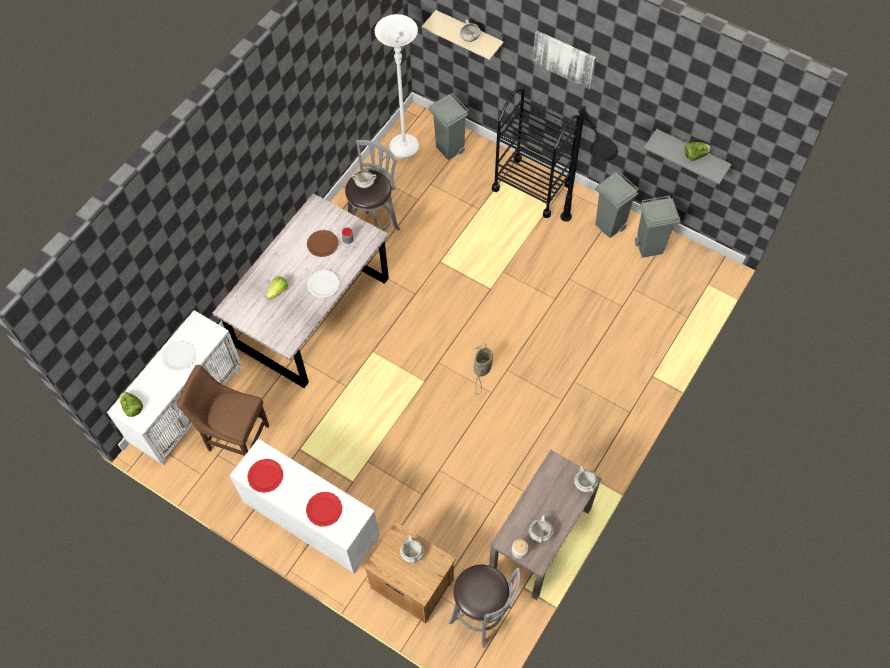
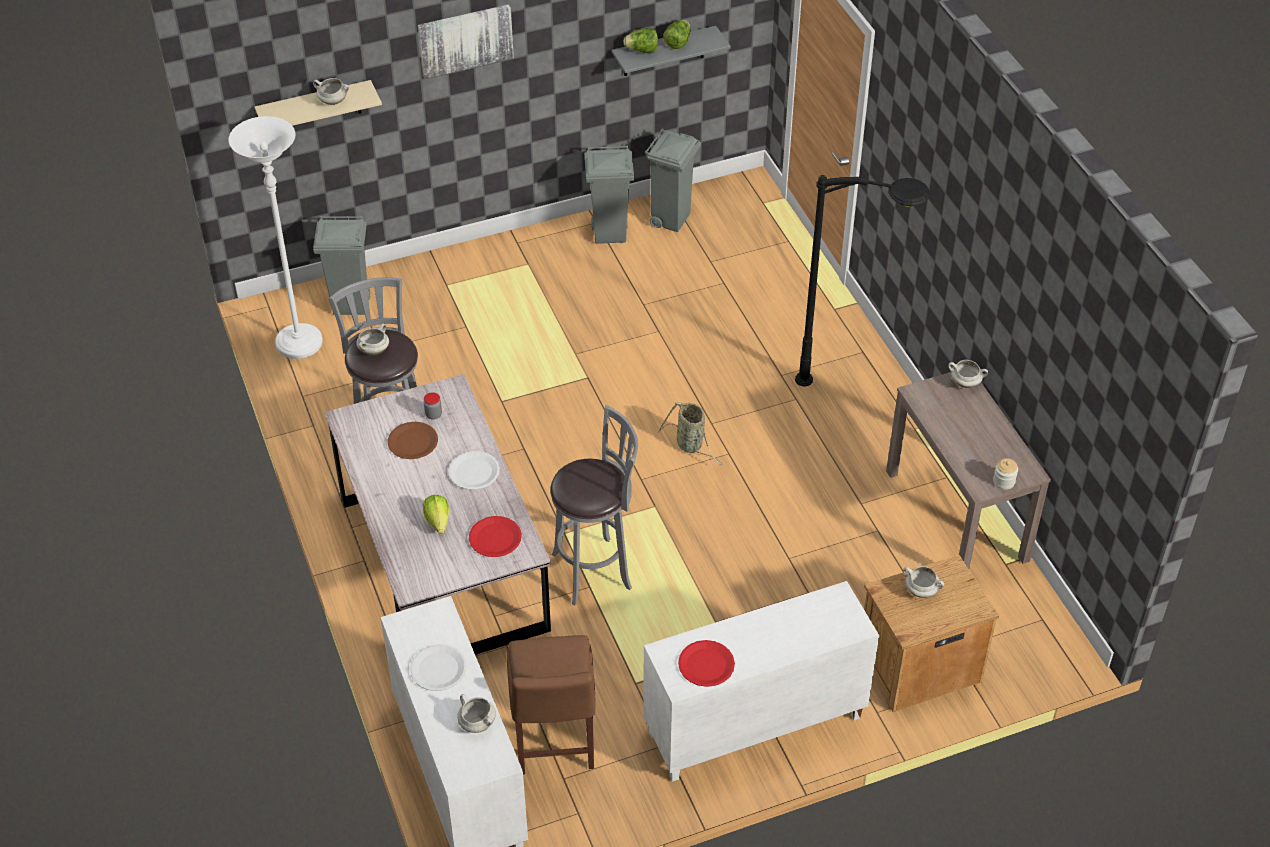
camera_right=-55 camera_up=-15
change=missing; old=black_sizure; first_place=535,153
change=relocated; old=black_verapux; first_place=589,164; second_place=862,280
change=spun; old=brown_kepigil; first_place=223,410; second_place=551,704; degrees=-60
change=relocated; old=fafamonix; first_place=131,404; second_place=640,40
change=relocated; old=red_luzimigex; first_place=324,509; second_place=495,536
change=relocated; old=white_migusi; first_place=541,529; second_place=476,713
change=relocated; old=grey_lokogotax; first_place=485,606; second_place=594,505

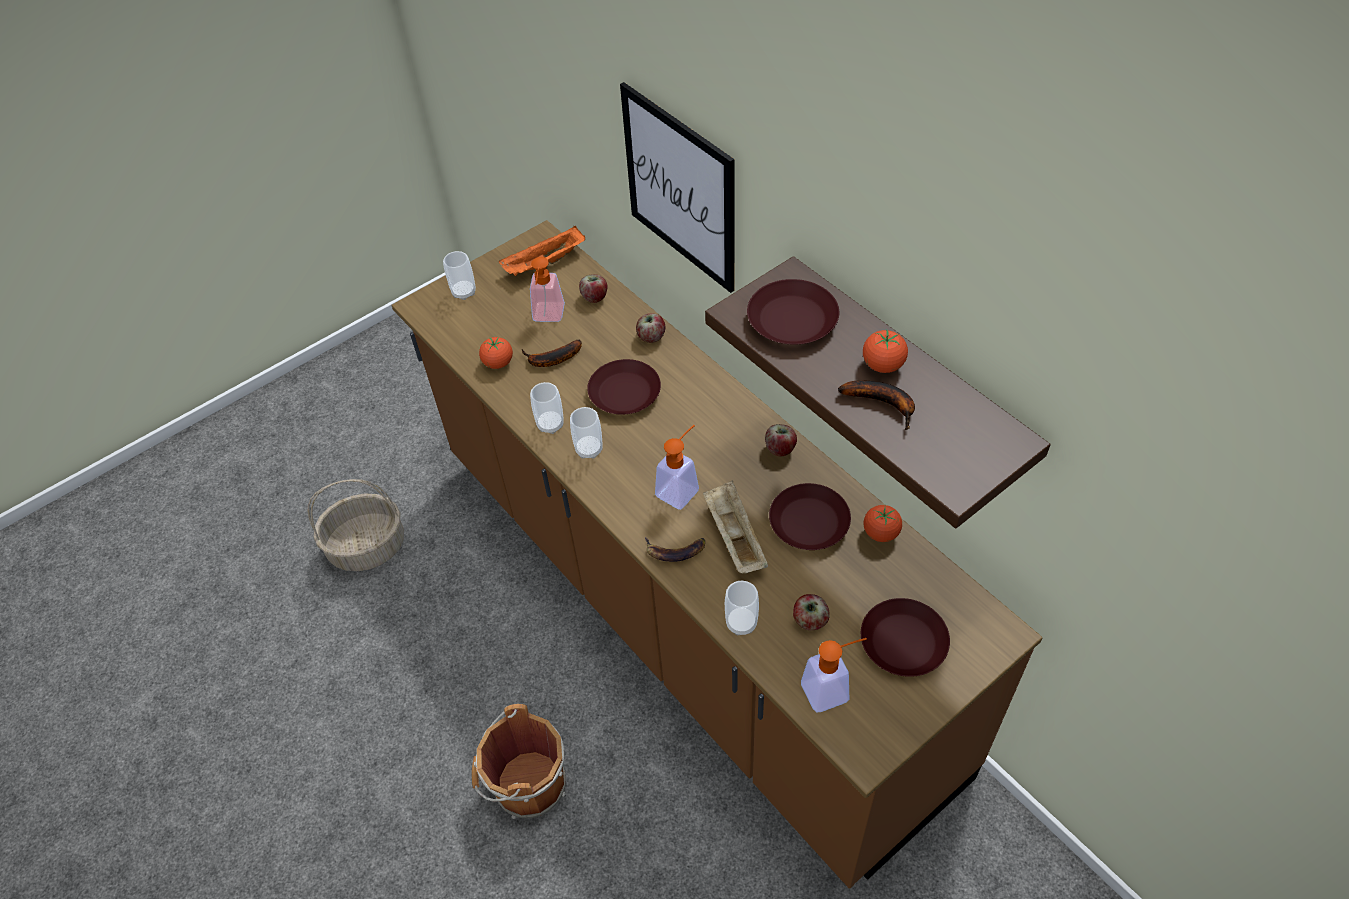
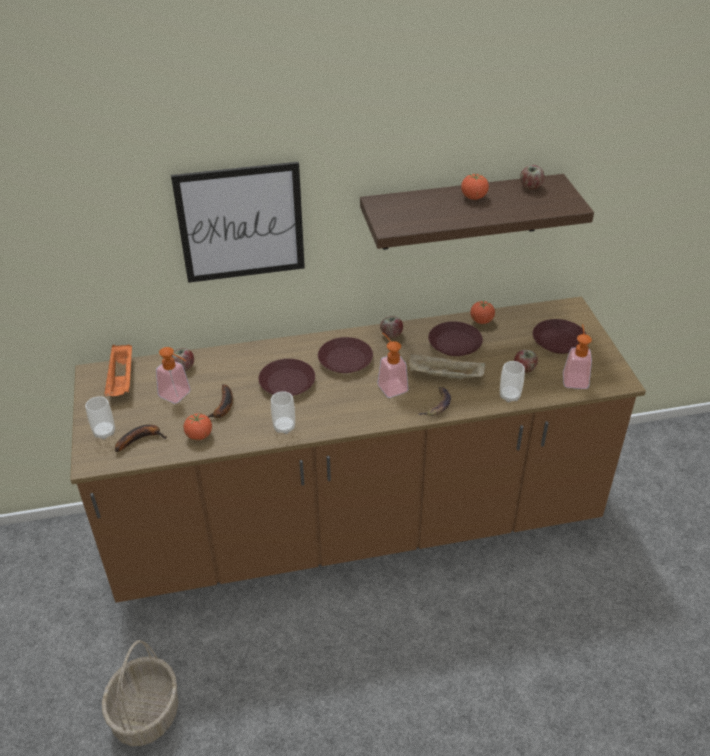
camera_right=-65 camera_up=-10
change=relocated; old=brown_luzimigex; first_place=793,312; second_place=345,355
change=relocated; old=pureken; first_place=650,328; second_place=532,177
change=relocated; old=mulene; first_place=876,405; second_place=141,438
change=missing; old=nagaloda; first_place=586,432
change=missing; old=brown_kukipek; first_place=519,761

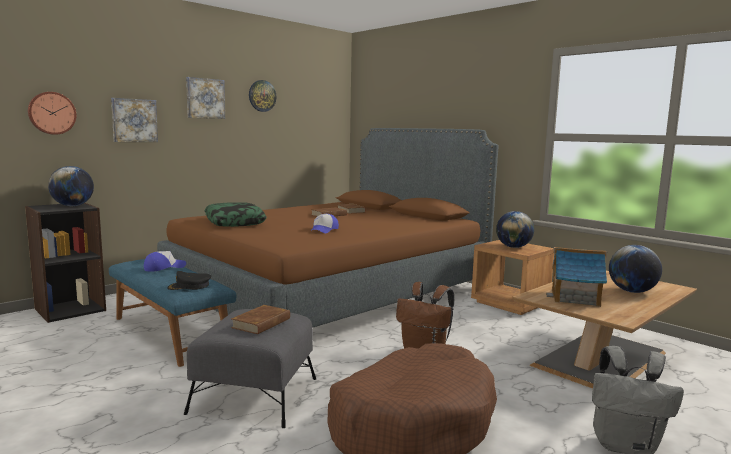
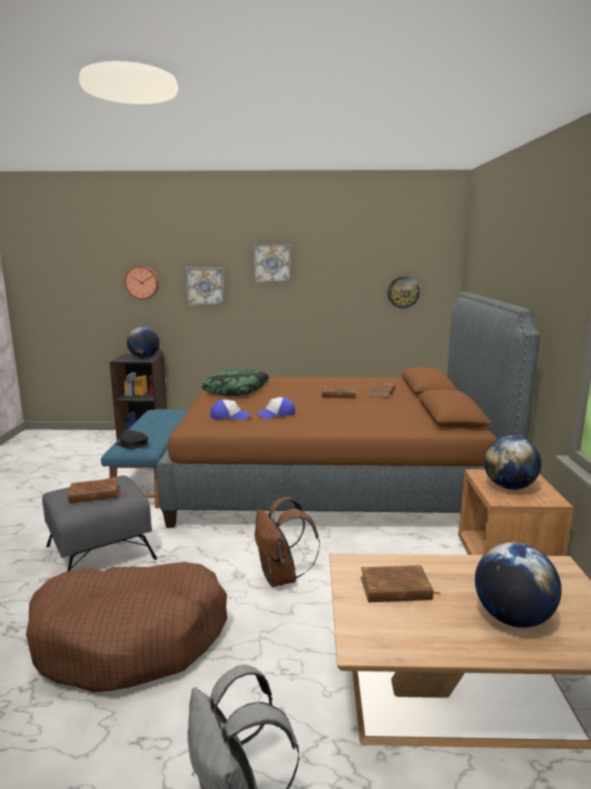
camera_right=45 camera_up=5
change=relocated; old=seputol; first_place=262,96; second_place=403,292
change=exchanged; old=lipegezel; new=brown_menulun; first_place=576,277; second_place=401,583
change=relocated; old=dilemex; first_place=165,261; second_place=230,410

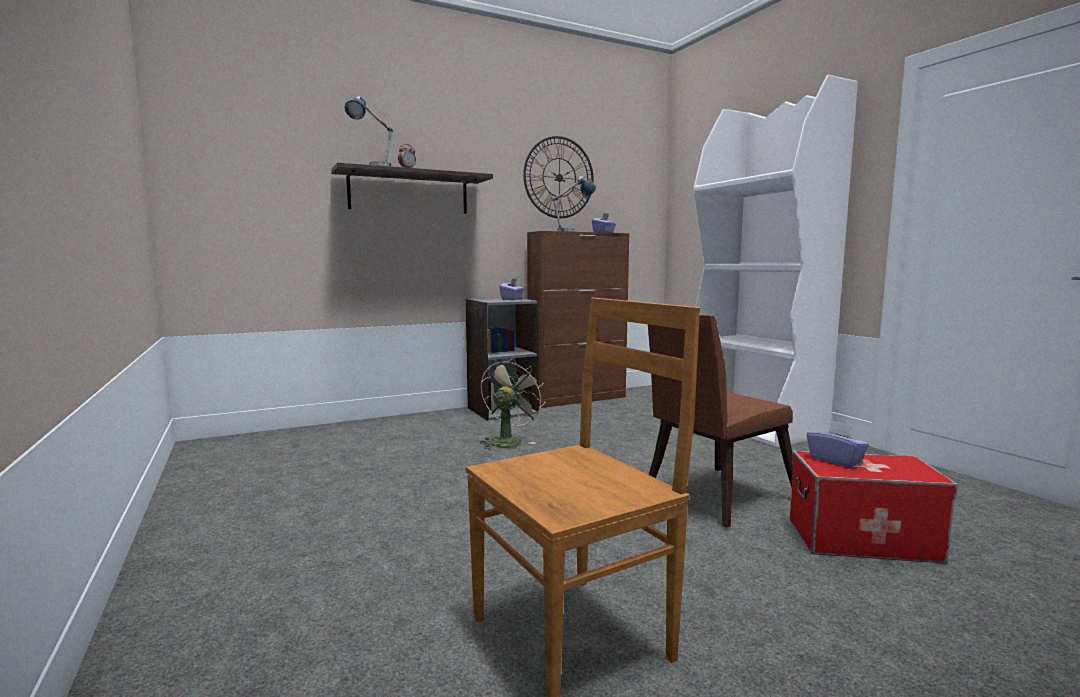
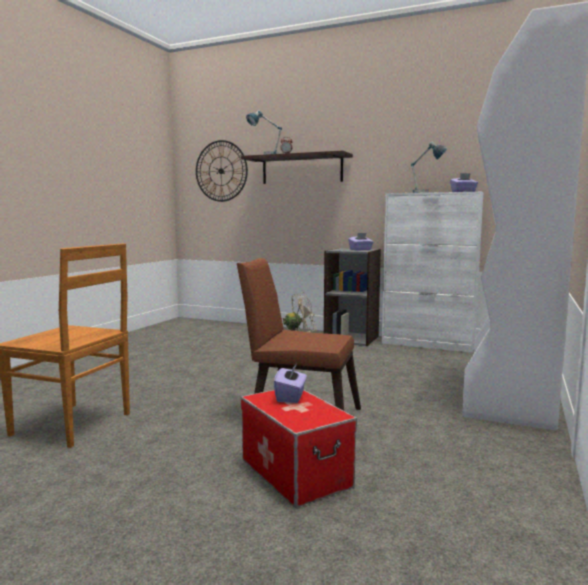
camera_right=50 camera_up=0
change=relocated; old=seputol; first_place=558,177; second_place=222,171
change=colour; old=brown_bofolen; new=white_bofolen; first_place=578,319; second_place=432,272

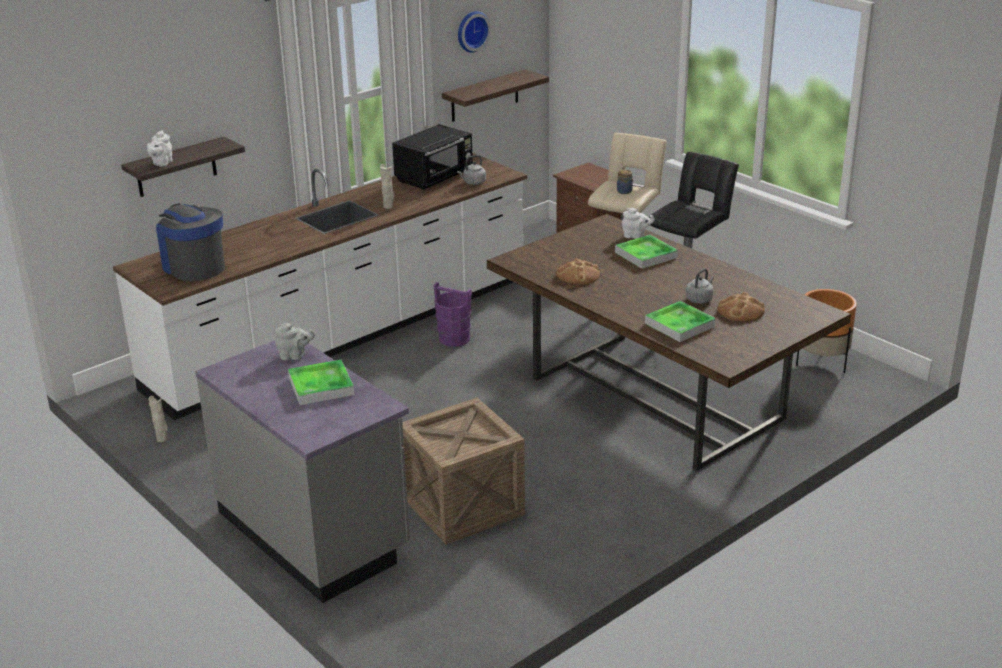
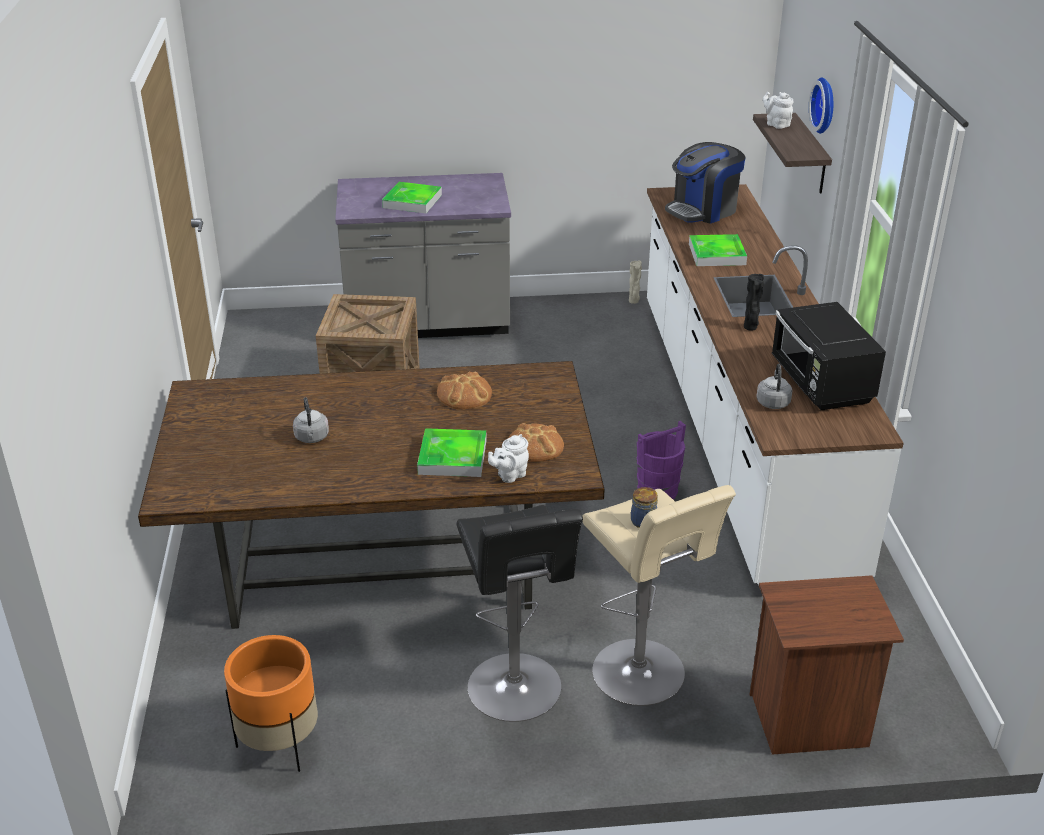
camera_right=125 camera_up=5
change=relocated; old=seputol; first_place=474,32; second_place=821,105
change=missing; old=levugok; first_place=495,95
change=colour; old=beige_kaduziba; new=black_kaduziba; first_place=387,186; second_place=754,302
change=spun; old=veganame; first_place=190,242; second_place=705,183; degrees=150
change=relocated; old=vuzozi; first_place=741,306; second_place=536,442
change=relocated; old=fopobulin; first_place=680,321; second_place=718,250
change=missing; old=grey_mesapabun; first_place=295,341

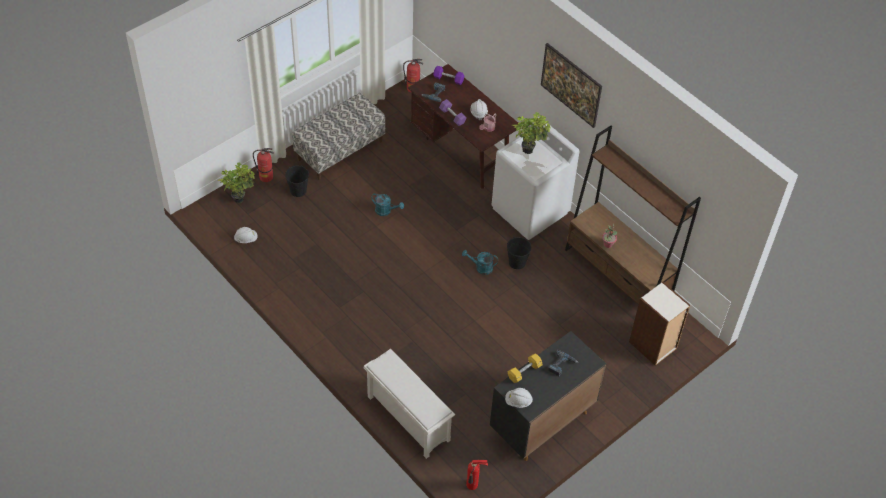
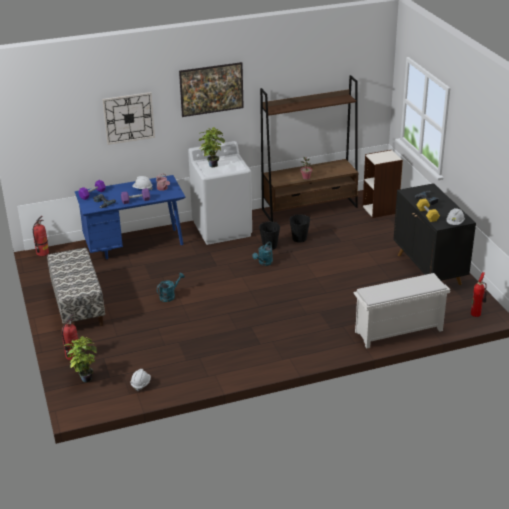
camera_right=-65 camera_up=-20
change=colour; old=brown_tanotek; new=blue_tanotek; first_place=463,126; second_place=130,217
change=relocated; old=black_kukipek; first_place=297,181; second_place=299,228
change=appeared; new=seputol; second_place=128,118

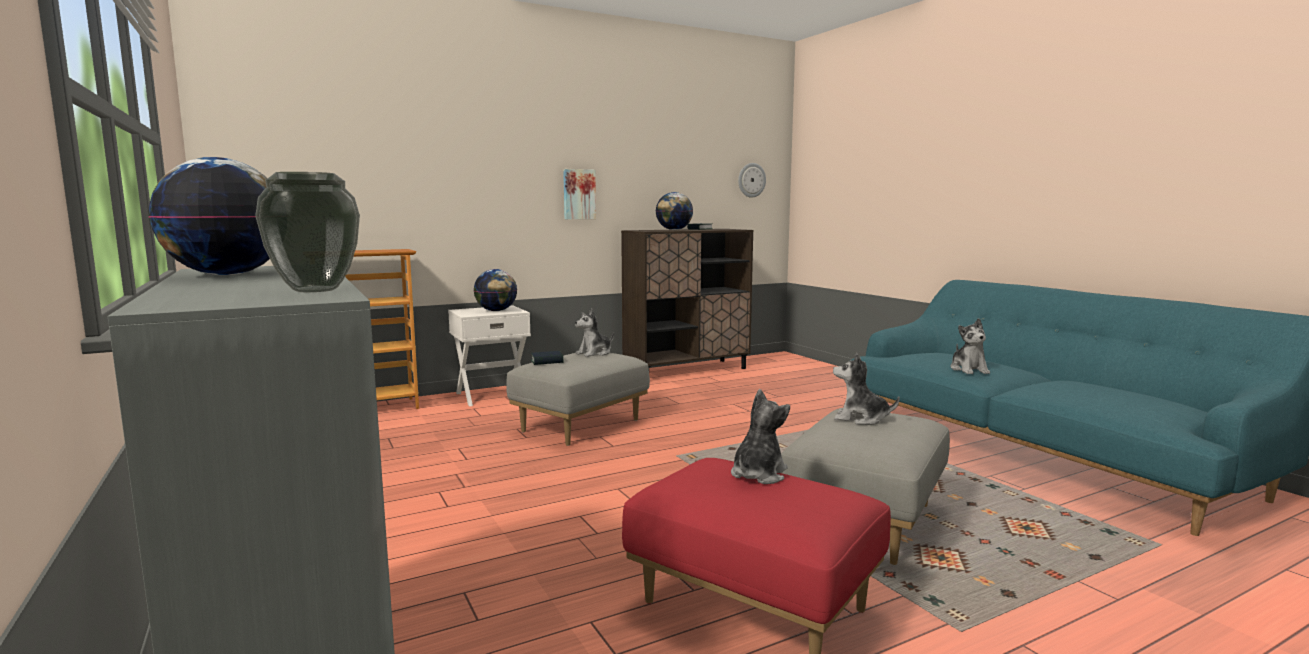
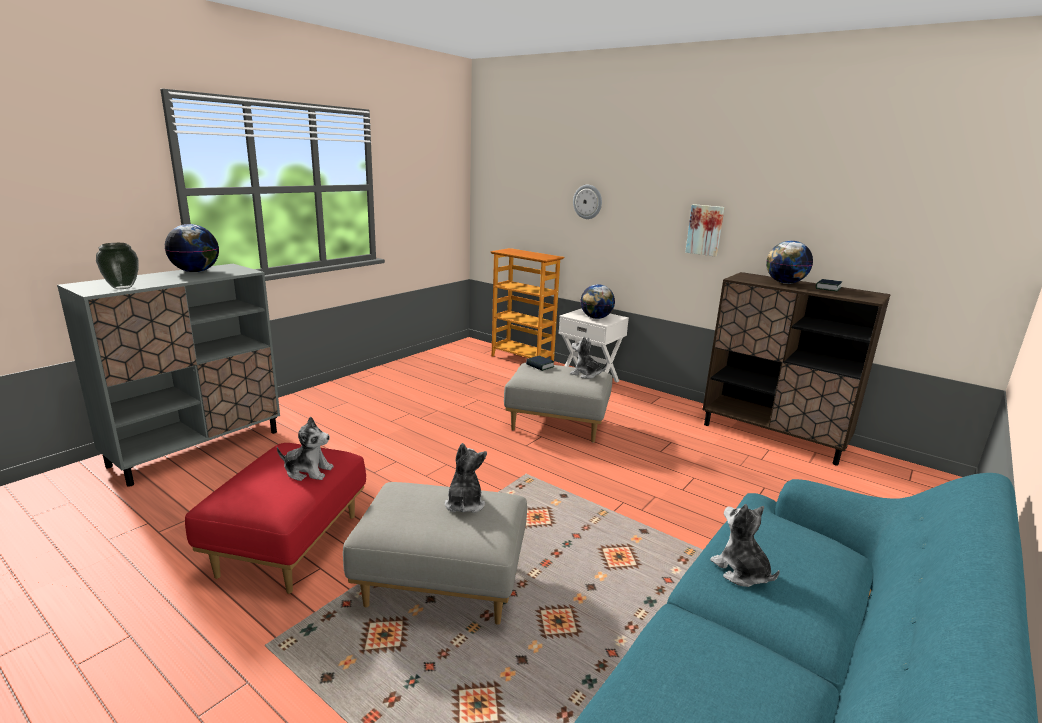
camera_right=65 camera_up=10
change=relocated; old=seputol; first_place=752,180; second_place=587,202
change=spun; old=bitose; first_place=970,346; second_place=745,545; degrees=90

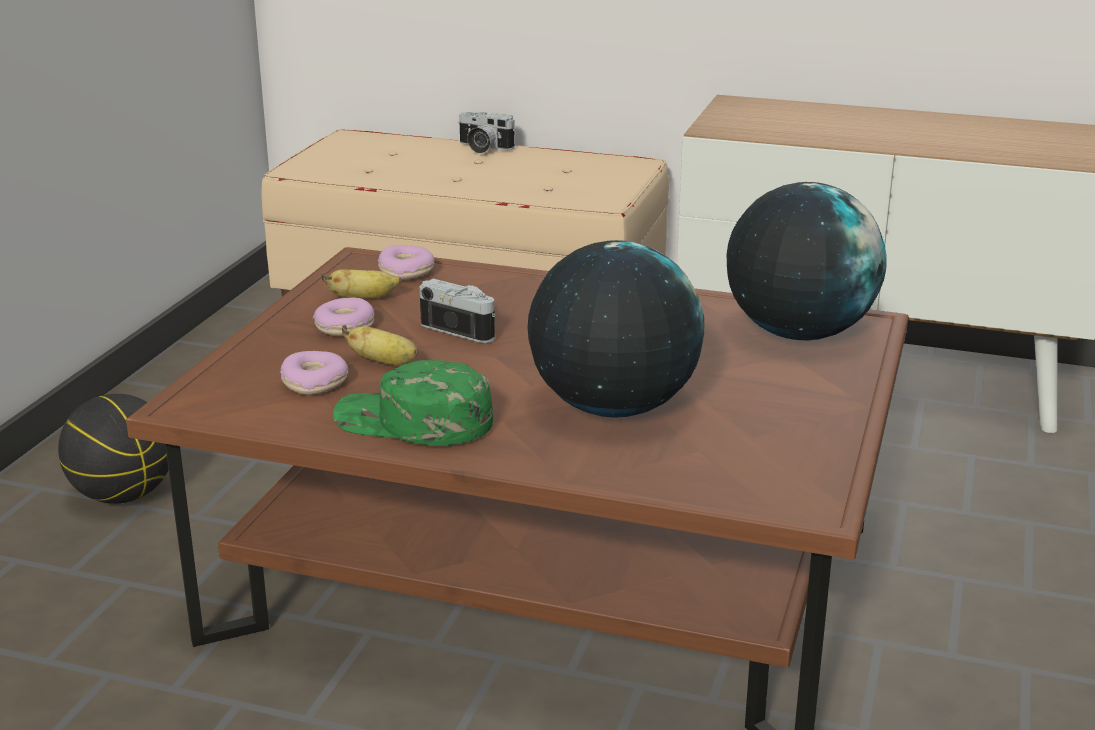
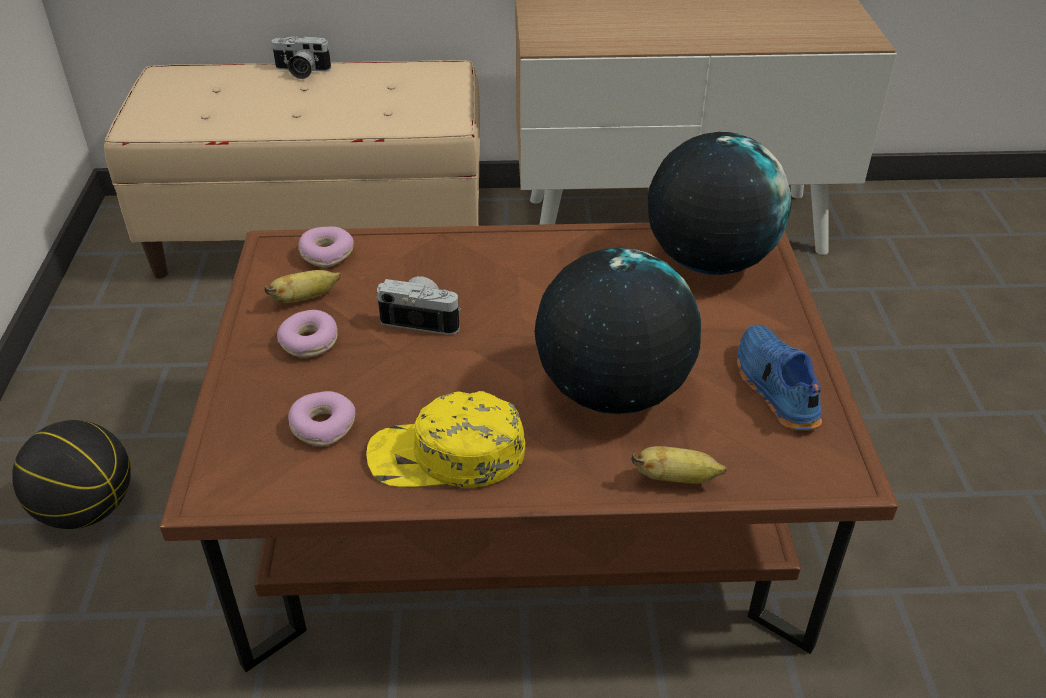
camera_right=-20 camera_up=15
change=relocated; old=mulene; first_place=380,345; second_place=679,465
change=colour; old=green_dilemex; new=yellow_dilemex; first_place=413,402; second_place=445,439
change=appeared; new=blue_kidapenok; second_place=779,378

